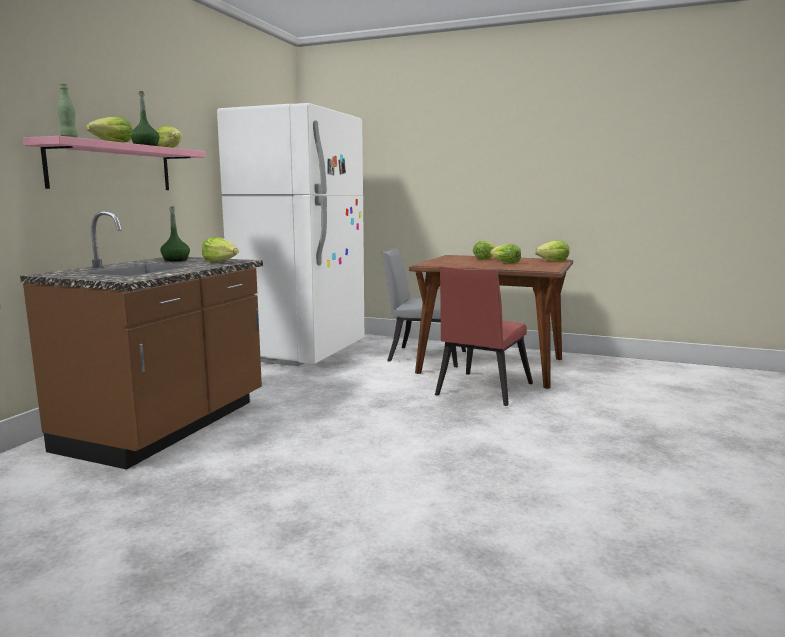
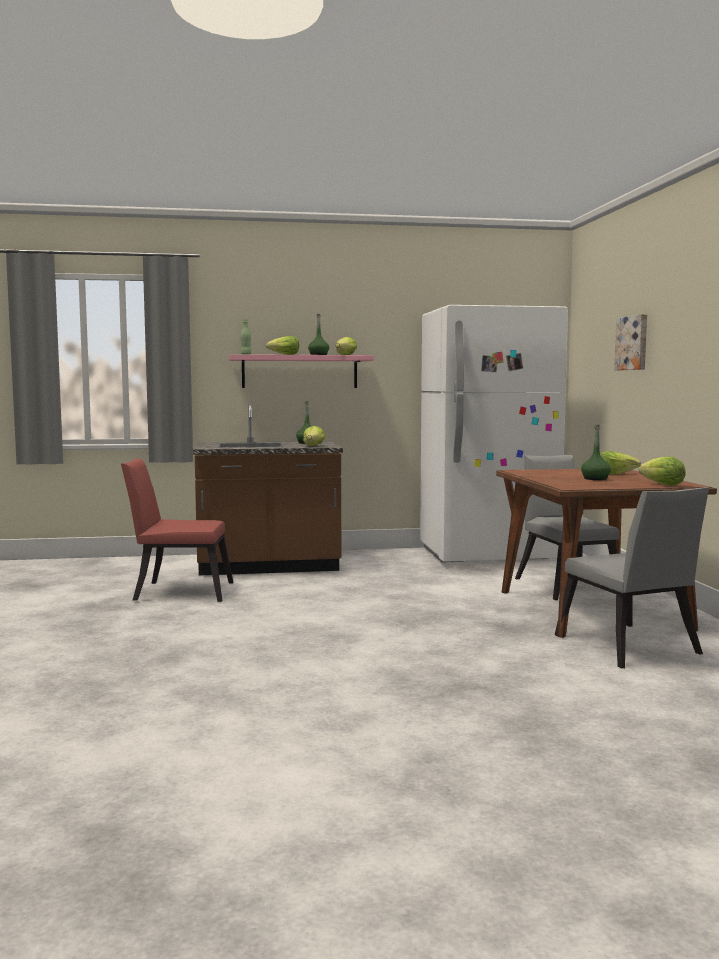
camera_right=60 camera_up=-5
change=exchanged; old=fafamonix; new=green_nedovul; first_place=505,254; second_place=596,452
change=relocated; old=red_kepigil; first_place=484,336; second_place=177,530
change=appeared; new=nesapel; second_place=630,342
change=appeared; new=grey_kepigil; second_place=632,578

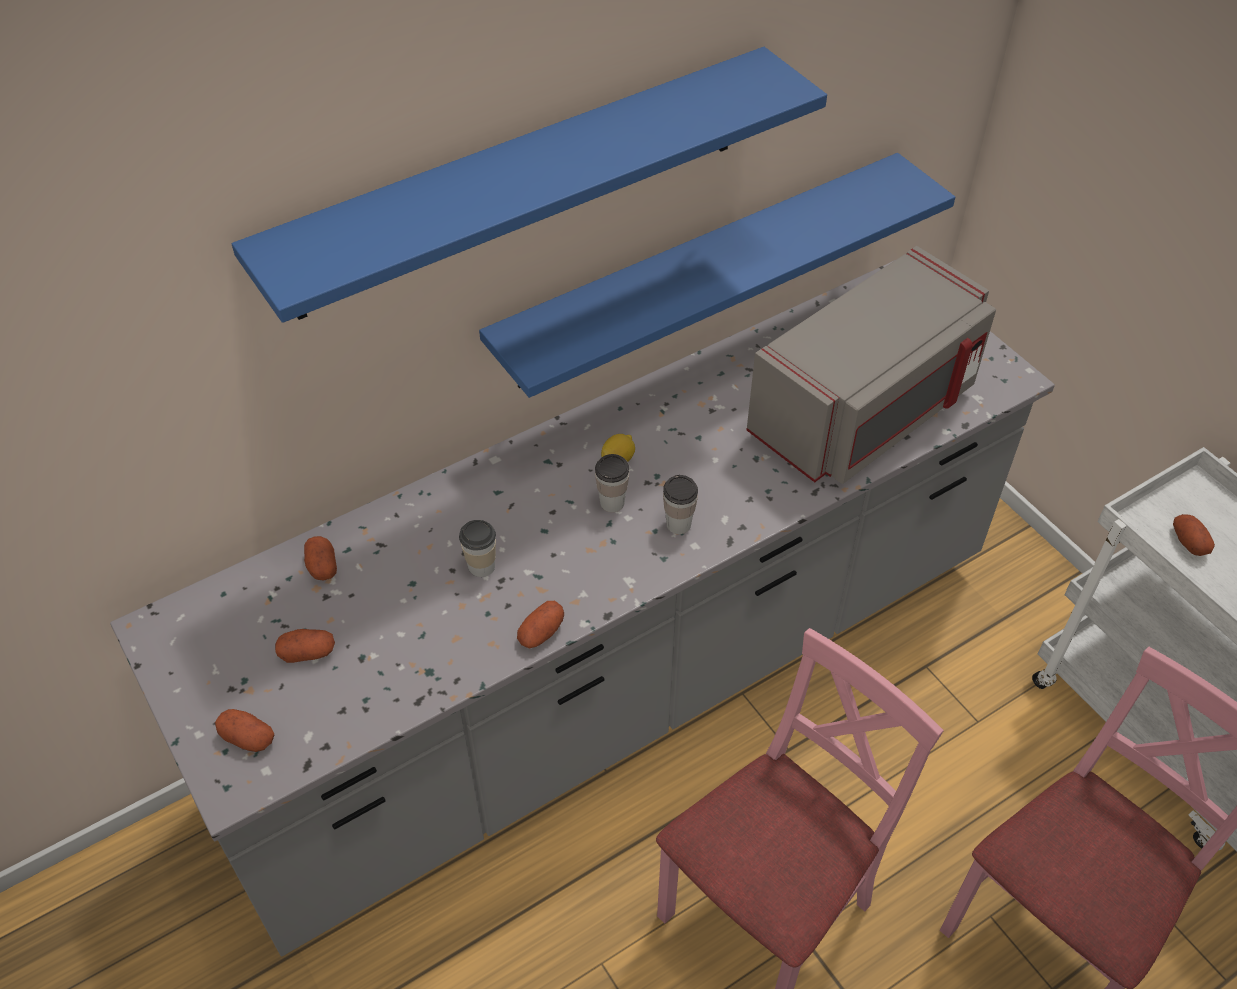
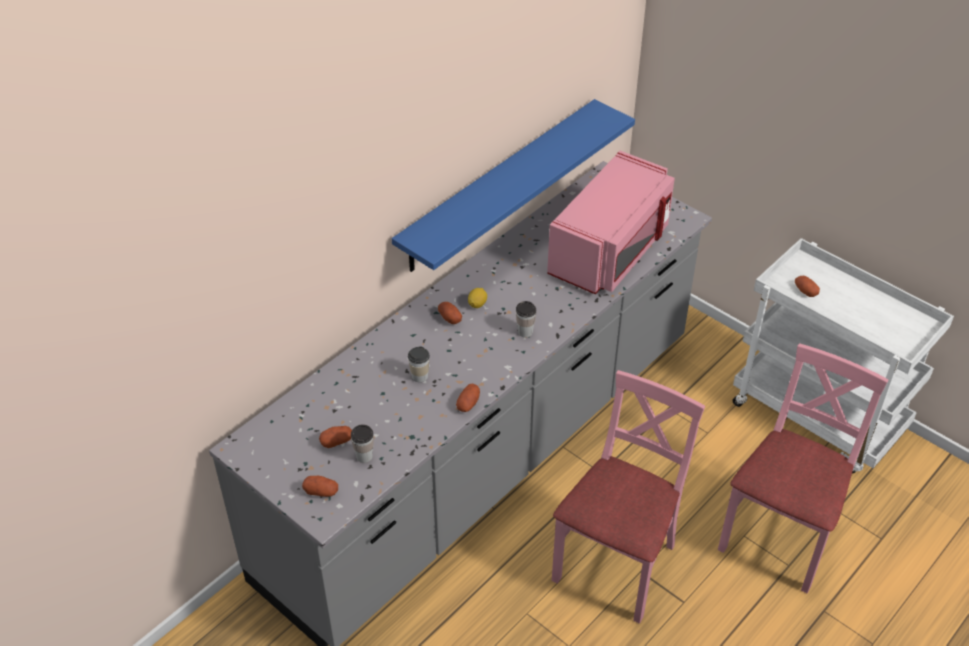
camera_right=-15 camera_up=-5
change=missing; old=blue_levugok; first_place=529,185
change=colour; old=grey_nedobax; new=pink_nedobax; first_place=871,365; second_place=611,223
change=relocated; old=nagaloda; first_place=612,483; second_place=362,443
change=relocated; old=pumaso; first_place=320,558; second_place=450,313

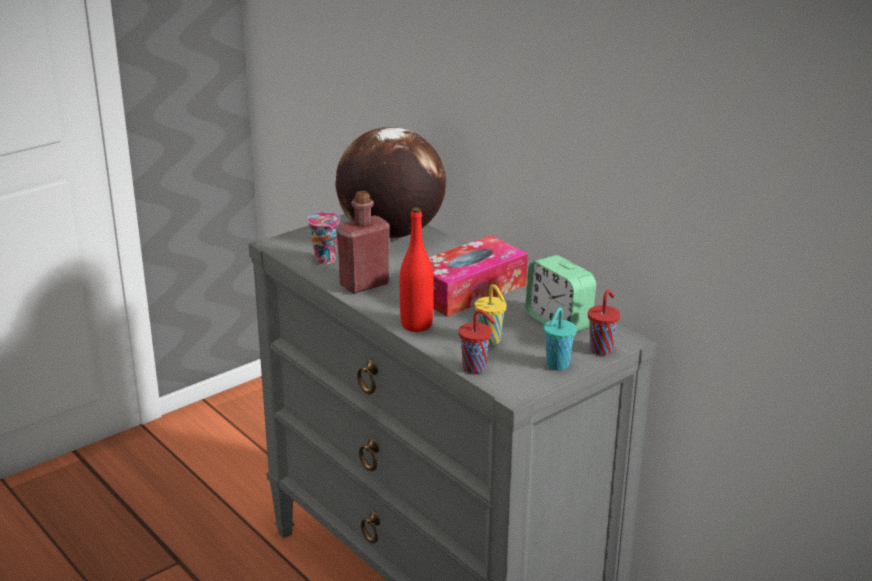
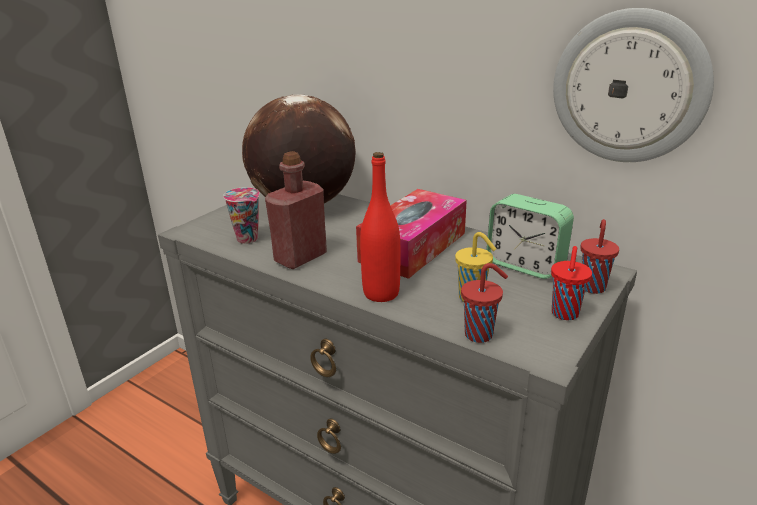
camera_right=-15 camera_up=0
change=colour; old=turquoise_nagaloda; new=red_nagaloda; first_place=560,338; second_place=571,283
change=appeared; new=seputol; second_place=633,85

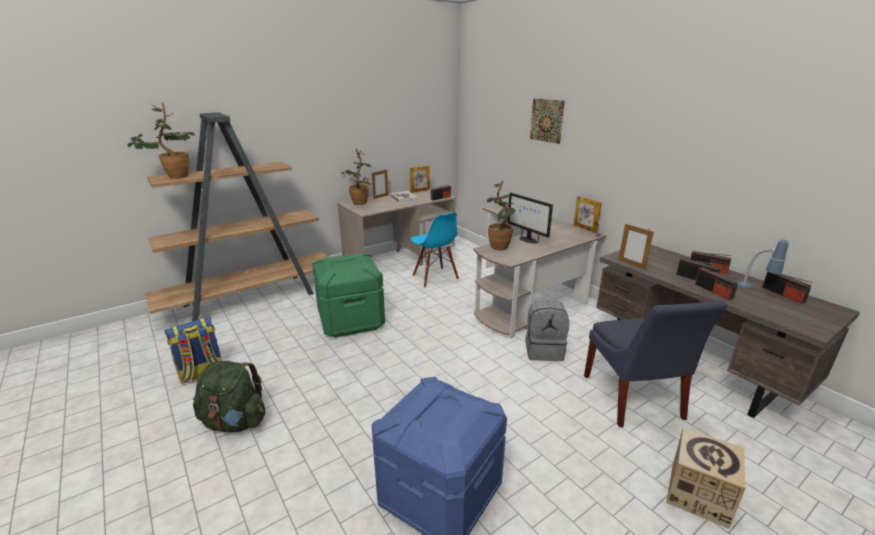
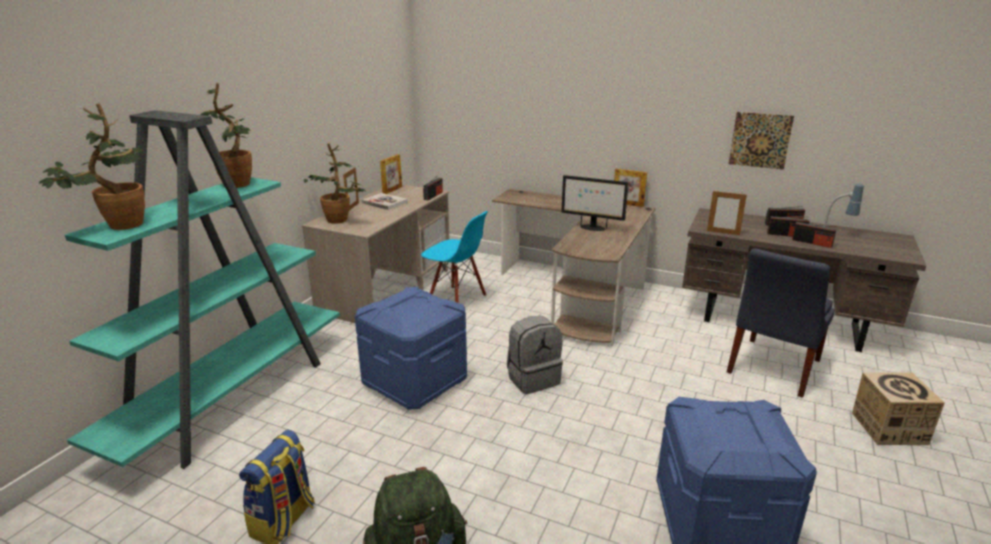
camera_right=-30 camera_up=0
change=relocated; old=nesapel; first_place=547,121; second_place=761,141
change=colour; old=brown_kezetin; new=turquoise_kezetin; first_place=236,216; second_place=202,289
change=relocated; old=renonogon; first_place=501,215; second_place=226,135
change=colour; old=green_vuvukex; new=blue_vuvukex; first_place=348,295; second_place=411,348
change=missing; old=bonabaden; first_place=787,288
change=relocated; old=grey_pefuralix; first_place=547,330; second_place=535,355
change=spun; old=blue_kepigil; first_place=655,363; second_place=781,323; degrees=75

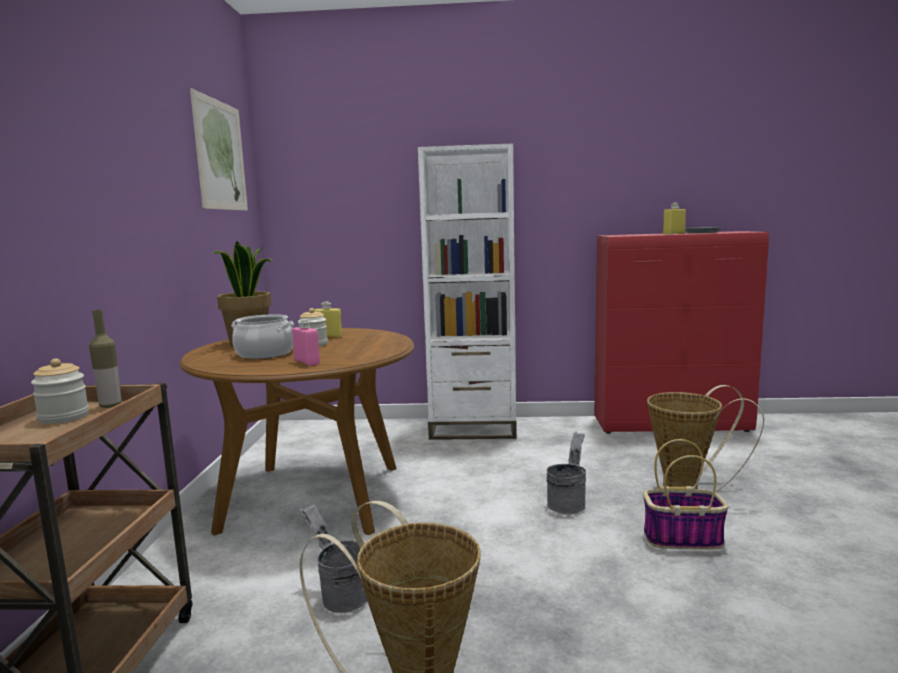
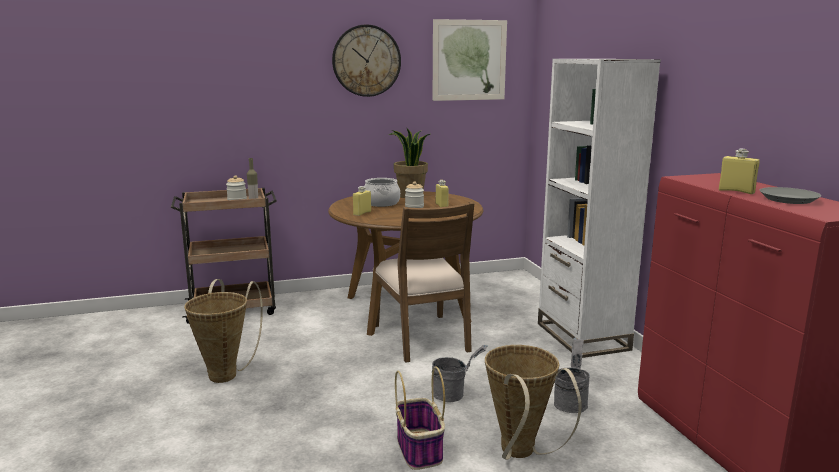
camera_right=70 camera_up=5
change=colour; old=pink_nedovul; new=yellow_nedovul; first_place=306,342; second_place=362,201
change=relocated; old=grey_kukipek; first_place=334,559; second_place=572,375
change=appeared; new=seputol; second_place=366,60
change=appeared; new=brown_kepigil; second_place=423,282

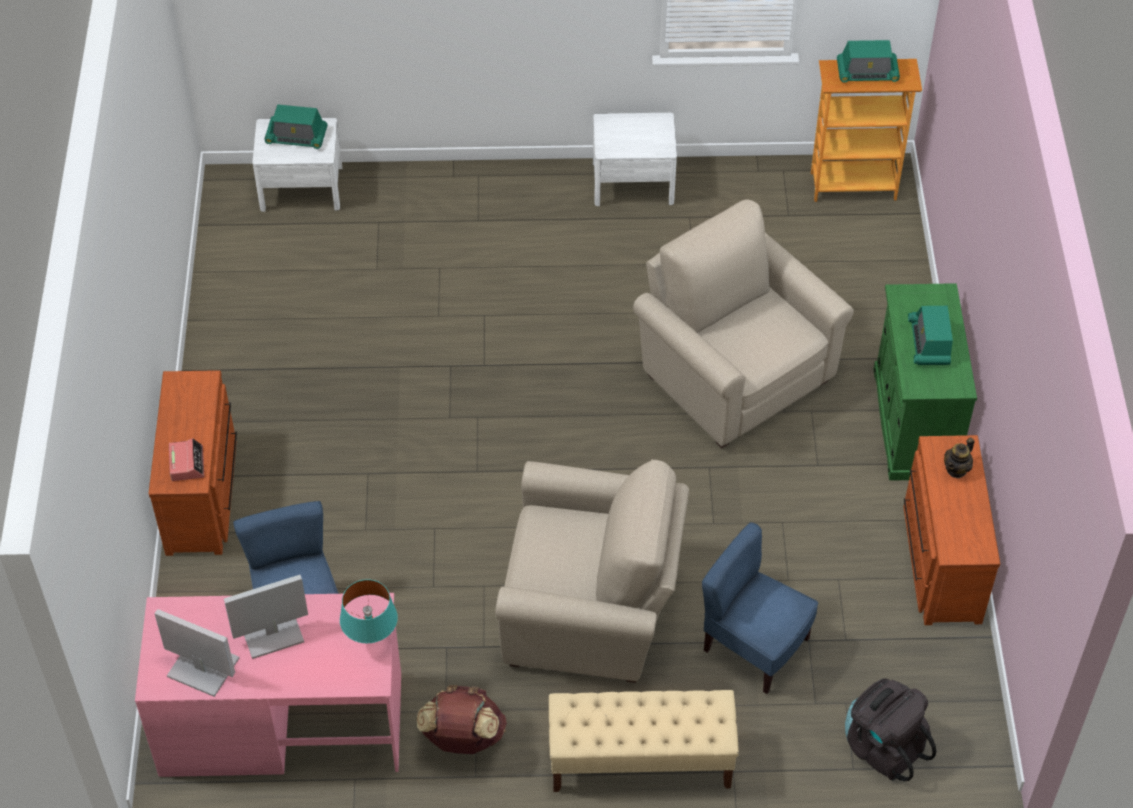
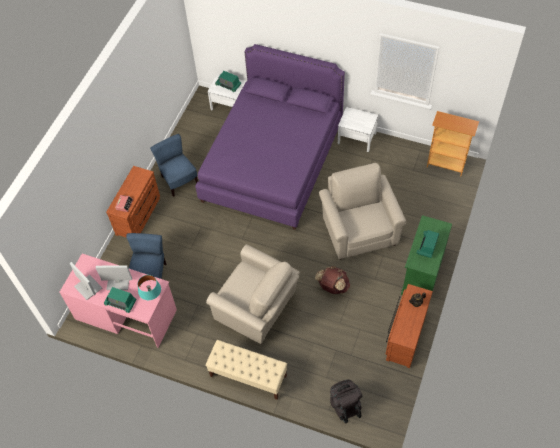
camera_right=25 camera_up=5
change=relocated; old=bonabaden; first_place=868,61; second_place=120,300
change=relocated; old=blue_kepigil; first_place=760,608; second_place=174,165
change=relocated; old=brown_pefuralix; first_place=462,719; second_place=332,280
change=appeared; new=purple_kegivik; second_place=270,137

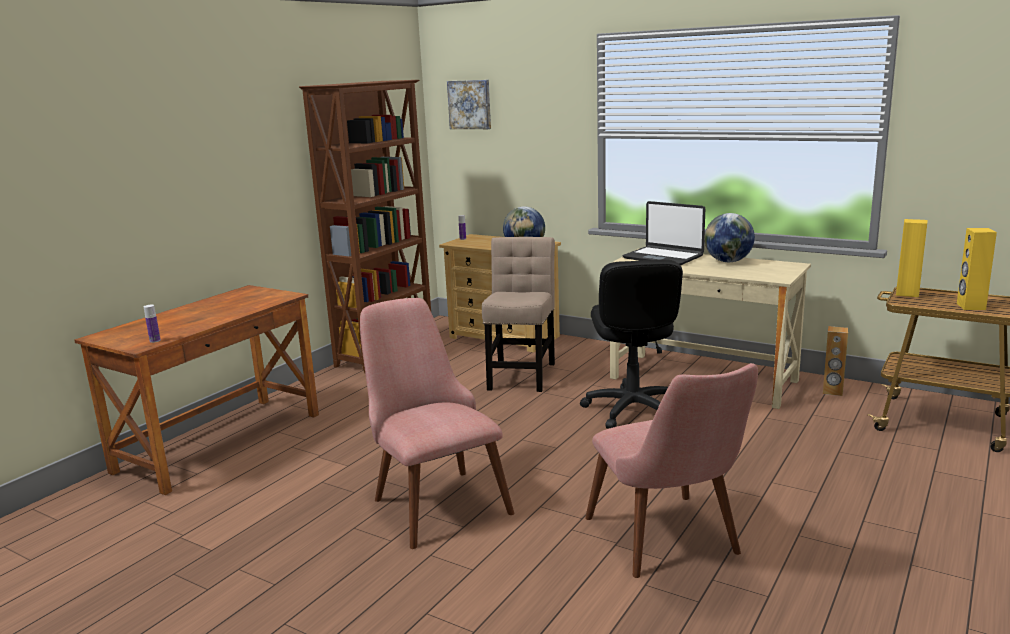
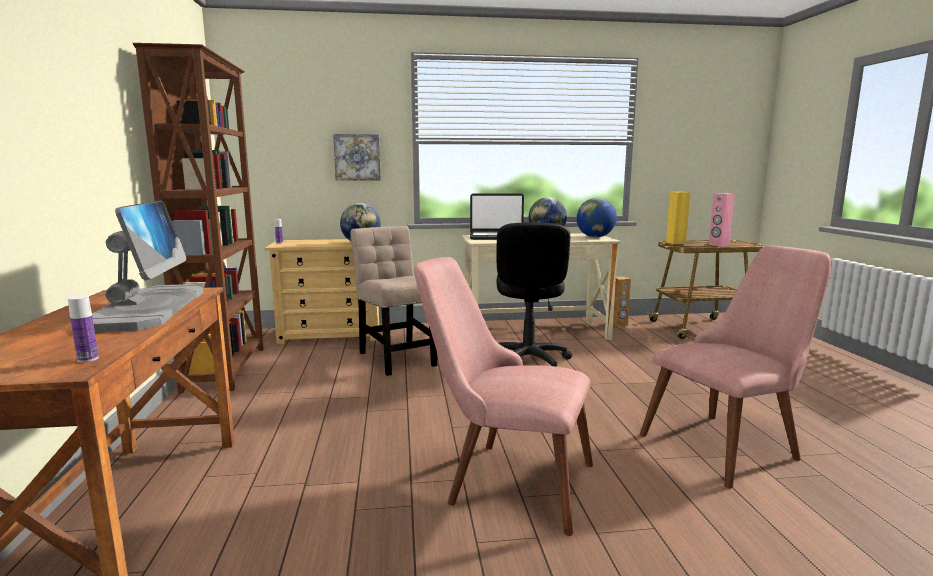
camera_right=-40 camera_up=-5
change=relocated; old=nesapel; first_place=469,104; second_place=357,157
change=colour; old=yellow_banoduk; new=pink_banoduk; first_place=977,269; second_place=722,219
change=spun; old=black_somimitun; first_place=631,344; second_place=534,294; degrees=45
change=spun; old=pink_kepigil; first_place=671,470; second_place=736,367; degrees=-60
change=appeared; new=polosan; second_place=596,217
change=appeared; new=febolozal; second_place=147,266

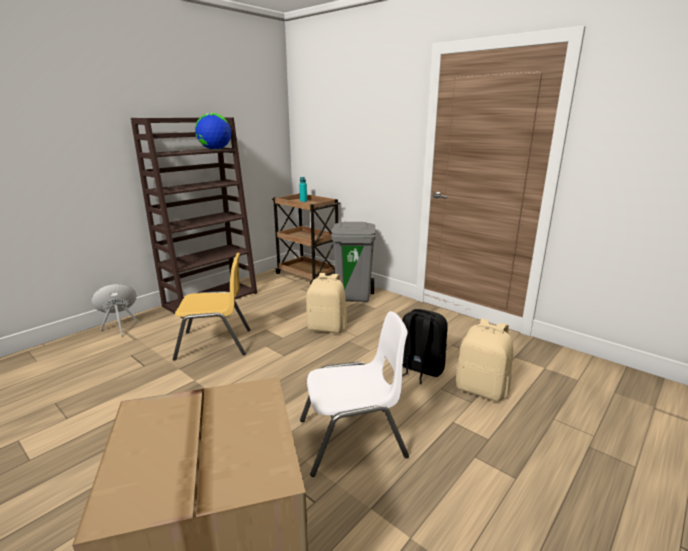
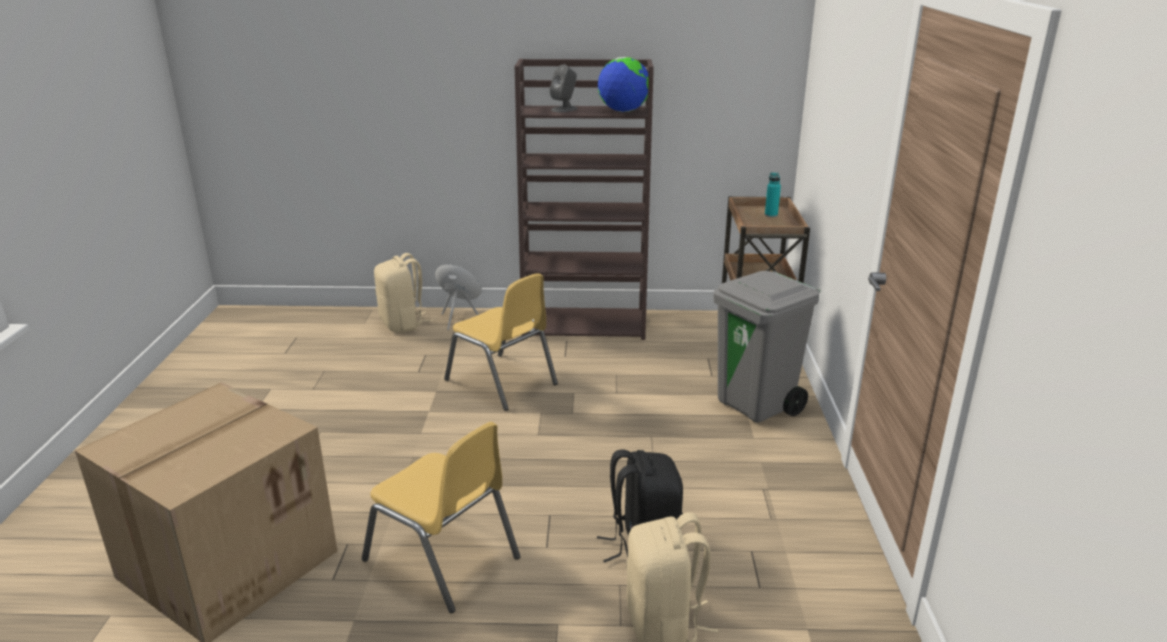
camera_right=50 camera_up=5
change=relocated; old=beige_pefuralix; first_place=326,303; second_place=404,293
change=colour; old=white_kepigil; new=yellow_kepigil; first_place=354,394; second_place=441,517
change=appeared; new=grey_banoduk; second_place=564,88

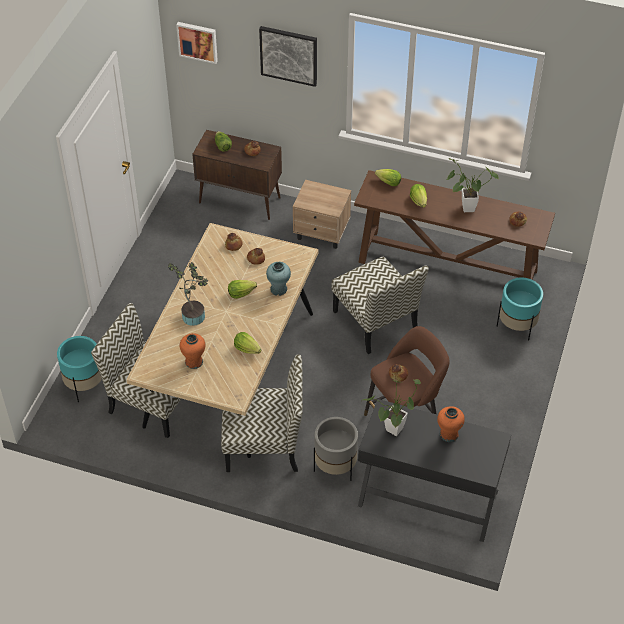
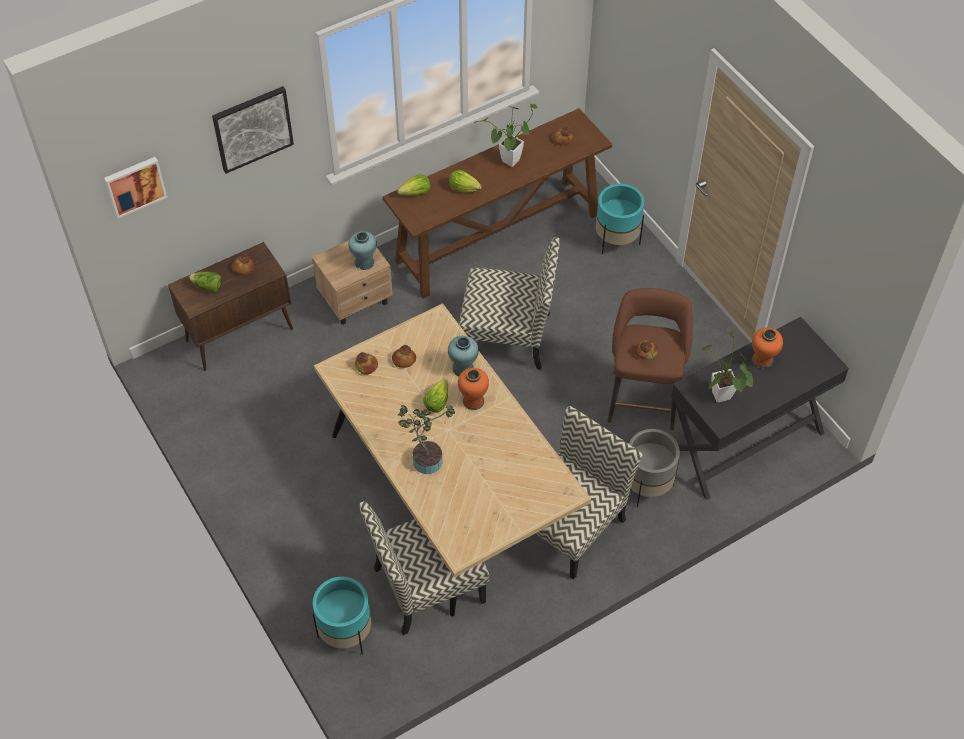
camera_right=-50 camera_up=5
change=missing; old=fafamonix; first_place=247,343
change=relocated; old=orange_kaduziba; first_place=193,351; second_place=473,389
change=appeared; new=turquoise_kaduziba; second_place=362,250

